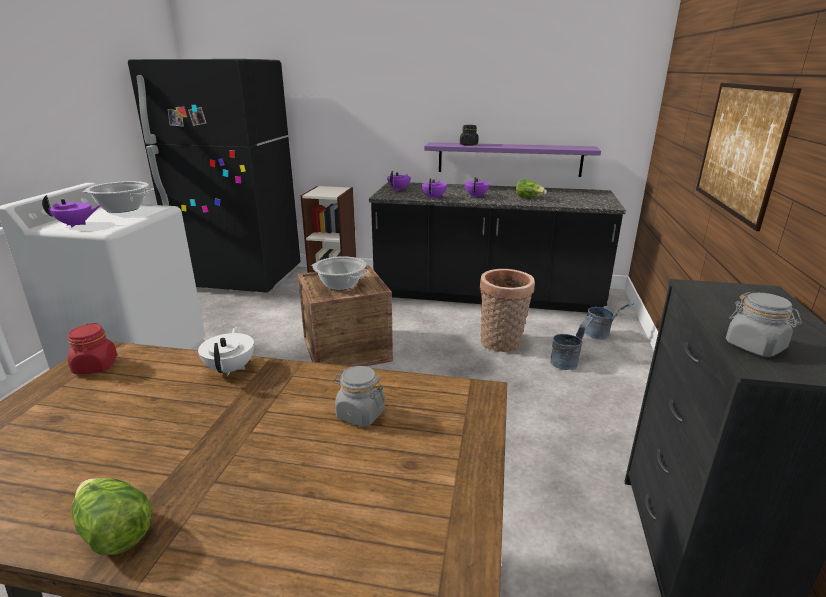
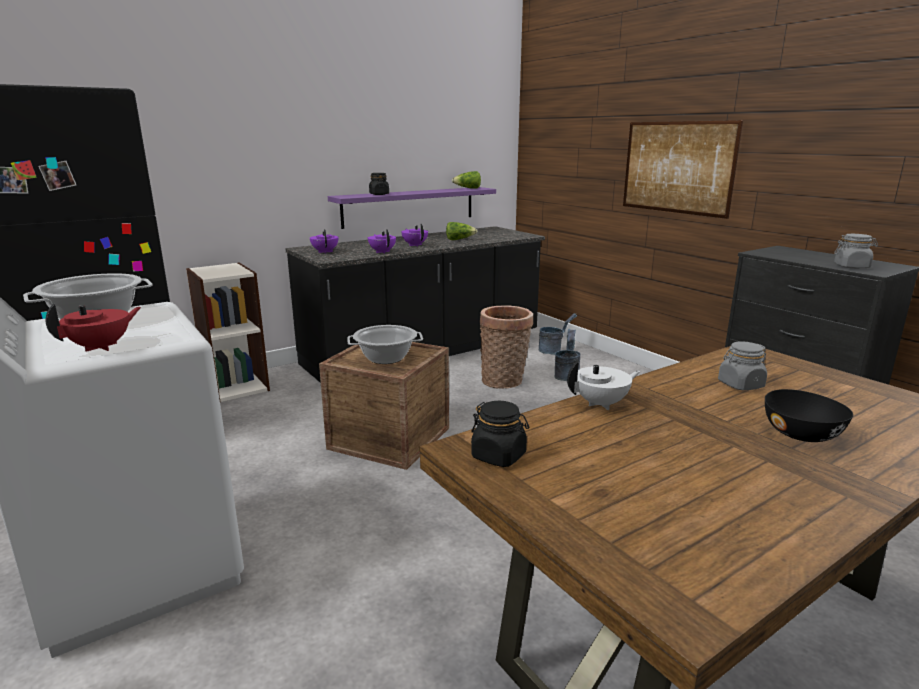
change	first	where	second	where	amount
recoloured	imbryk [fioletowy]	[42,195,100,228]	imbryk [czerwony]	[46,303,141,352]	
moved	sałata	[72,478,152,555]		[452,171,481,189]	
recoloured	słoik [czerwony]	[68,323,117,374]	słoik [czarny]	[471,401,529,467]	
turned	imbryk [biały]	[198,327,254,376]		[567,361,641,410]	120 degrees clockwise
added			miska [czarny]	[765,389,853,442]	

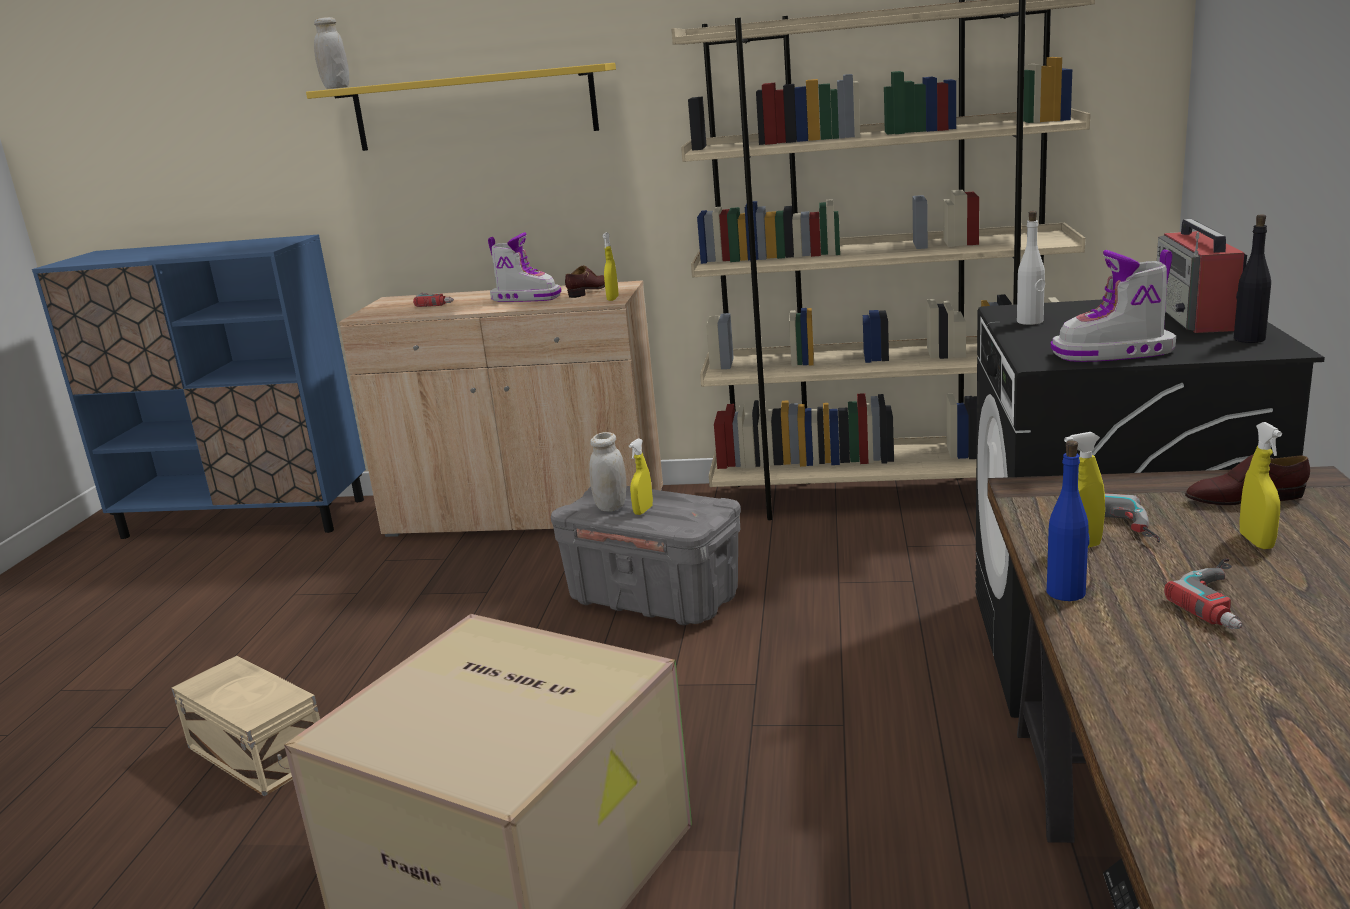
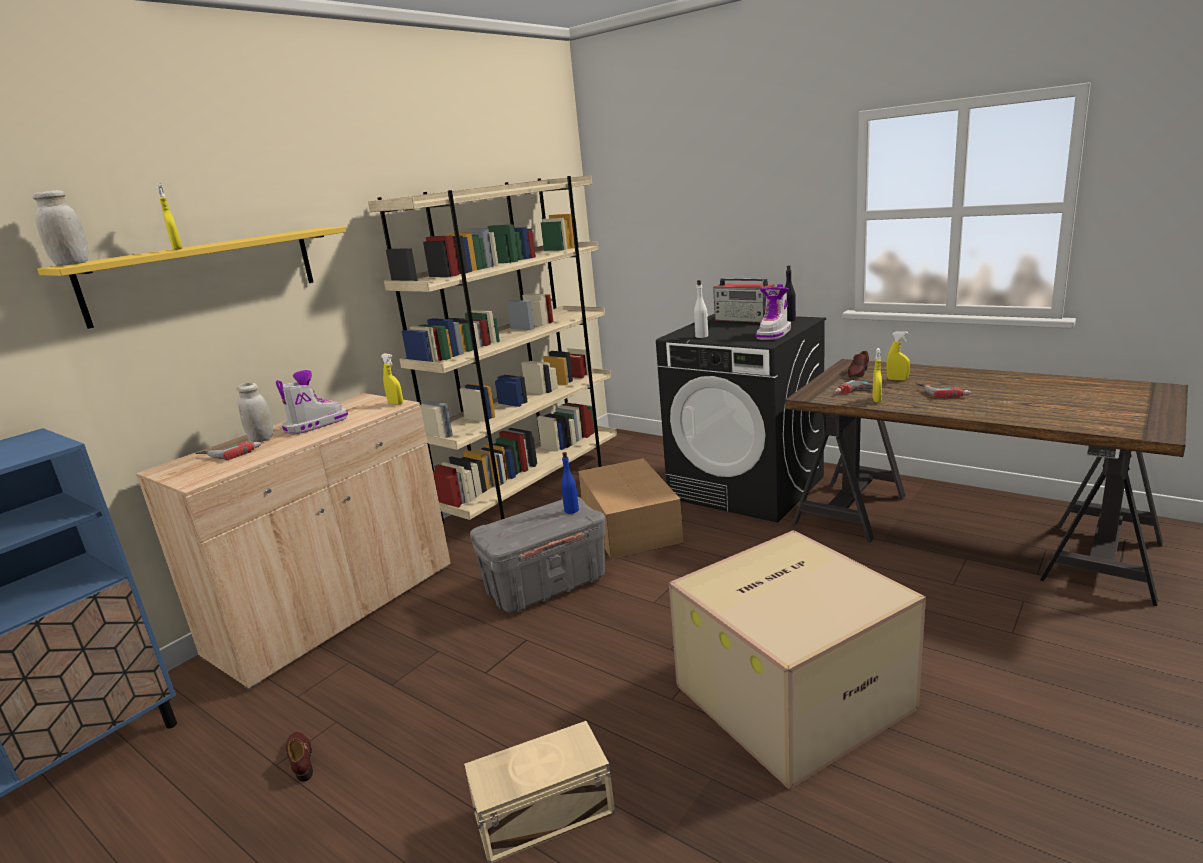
change	first	where	second	where	amount
moved	spryskiwacz [żółty]	[629,439,653,515]		[157,183,182,250]	
moved	słoik [biały]	[589,432,627,512]		[236,383,273,442]	
moved	but [brązowy]	[565,266,605,298]		[286,732,313,781]	
moved	butelka [niebieski]	[1047,440,1090,601]		[561,452,579,514]	
added			karton	[578,458,683,559]	

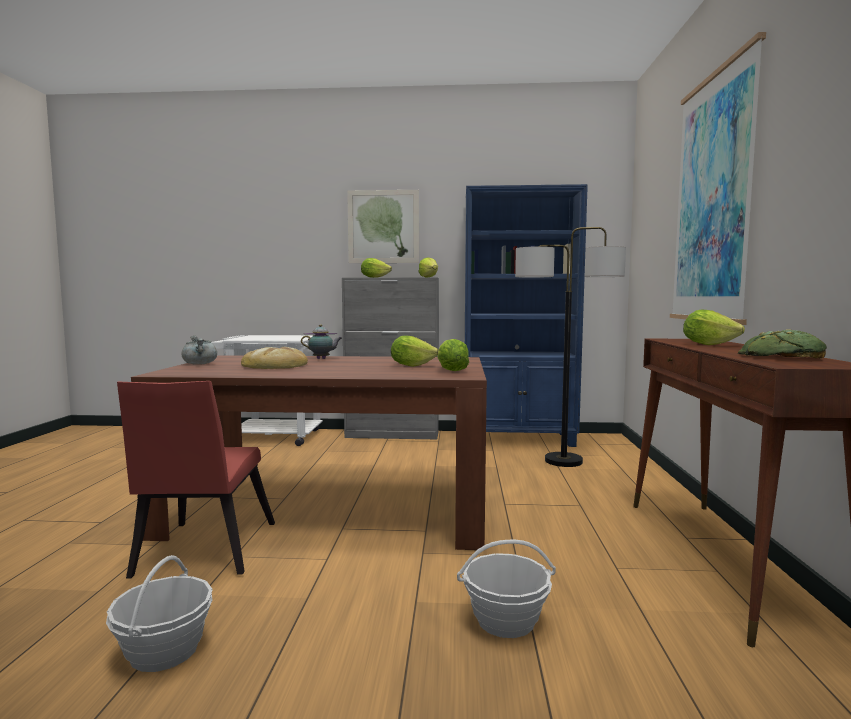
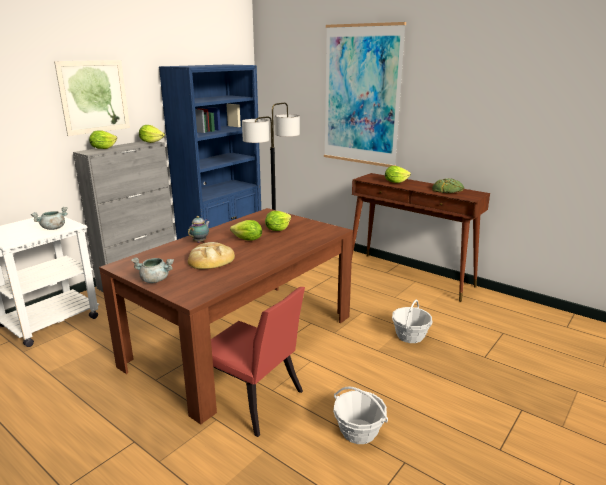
change	first	where	second	where	amount
added			garnek [szary]	[31,207,68,230]	
moved	sałata	[437,339,469,371]		[230,220,262,241]	

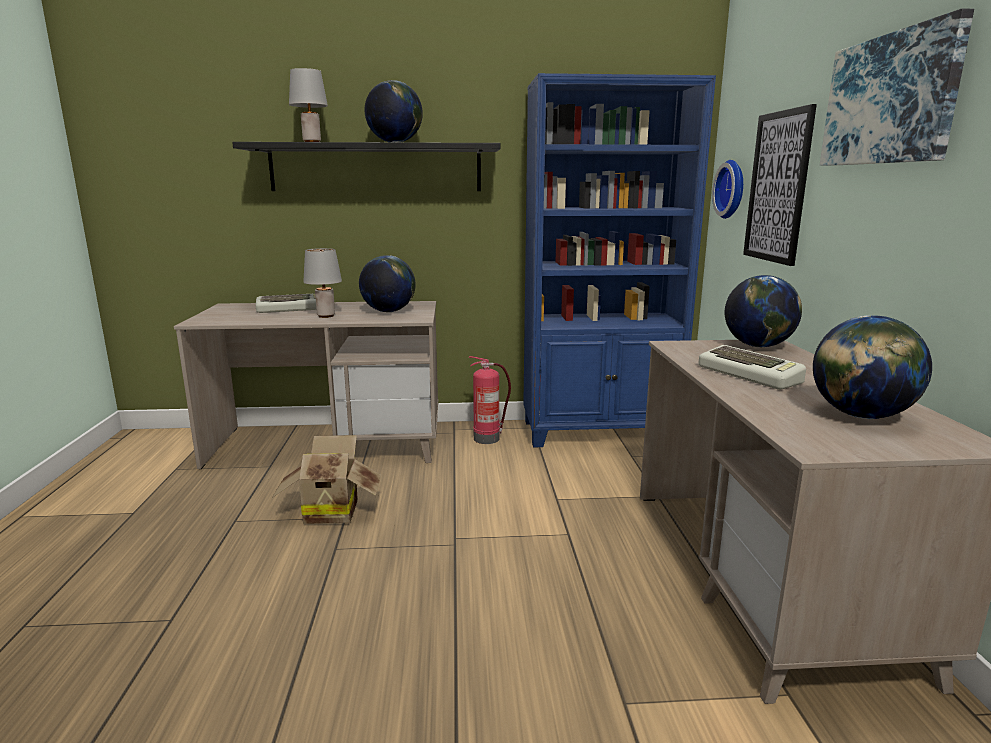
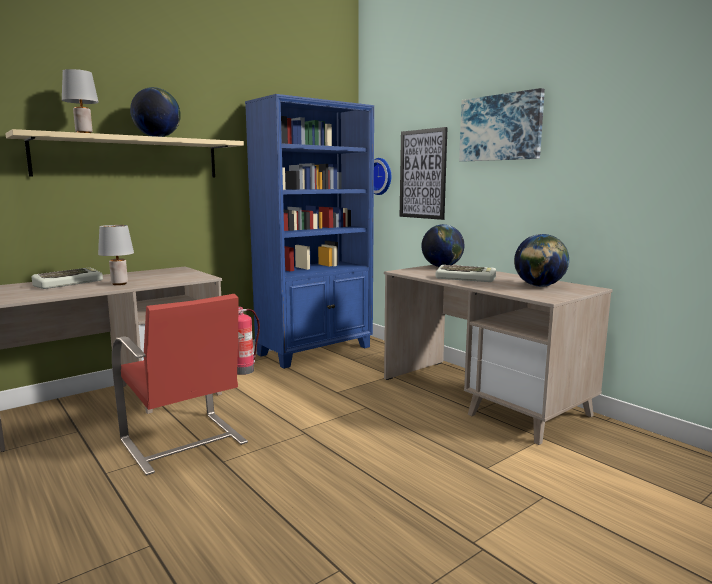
change	first	where	second	where	amount
recoloured	półka [czarny]	[232,142,501,191]	półka [beżowy]	[5,129,244,177]	
replaced	karton	[272,435,381,524]	krzesło [czerwony]	[112,294,248,475]	
removed	globus	[359,255,415,312]			

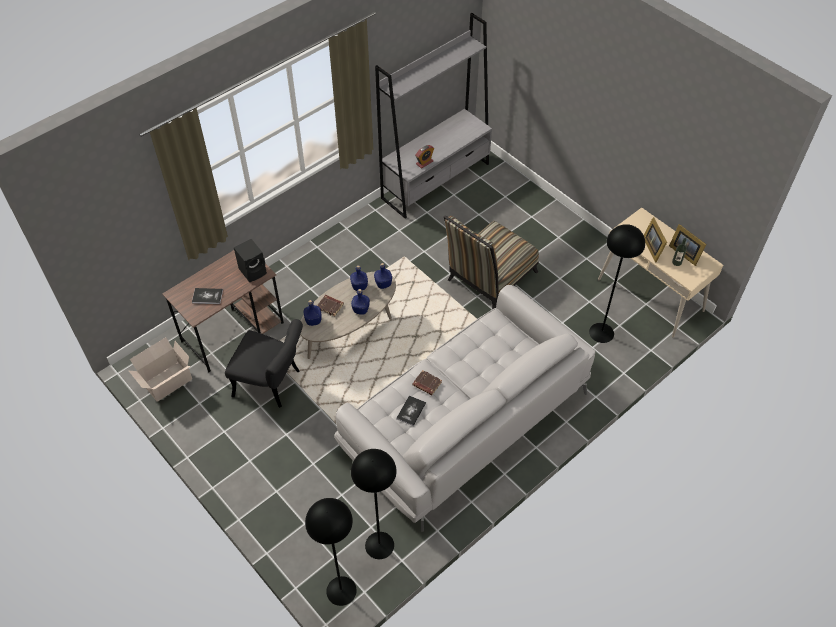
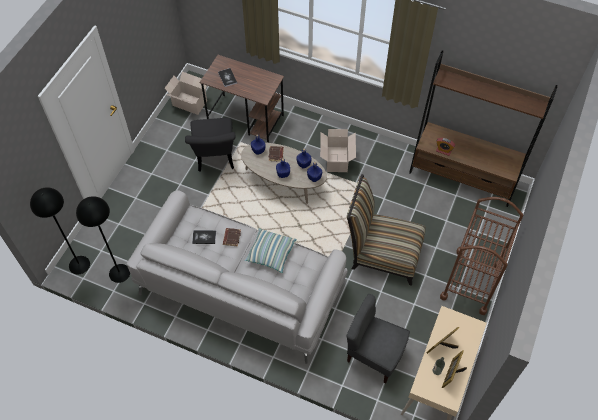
change	first	where	second	where	amount
added			poduszka	[245,228,297,273]	
added			karton	[320,129,356,172]	
replaced	lampa stojąca [czarny]	[589,224,645,343]	krzesło [szary]	[347,294,410,383]	
recoloured	regał [szary]	[375,13,492,219]	regał [brązowy]	[409,50,558,207]	
added			wózek [brązowy]	[440,197,523,315]	
removed	głośnik [czarny]	[234,239,267,282]			

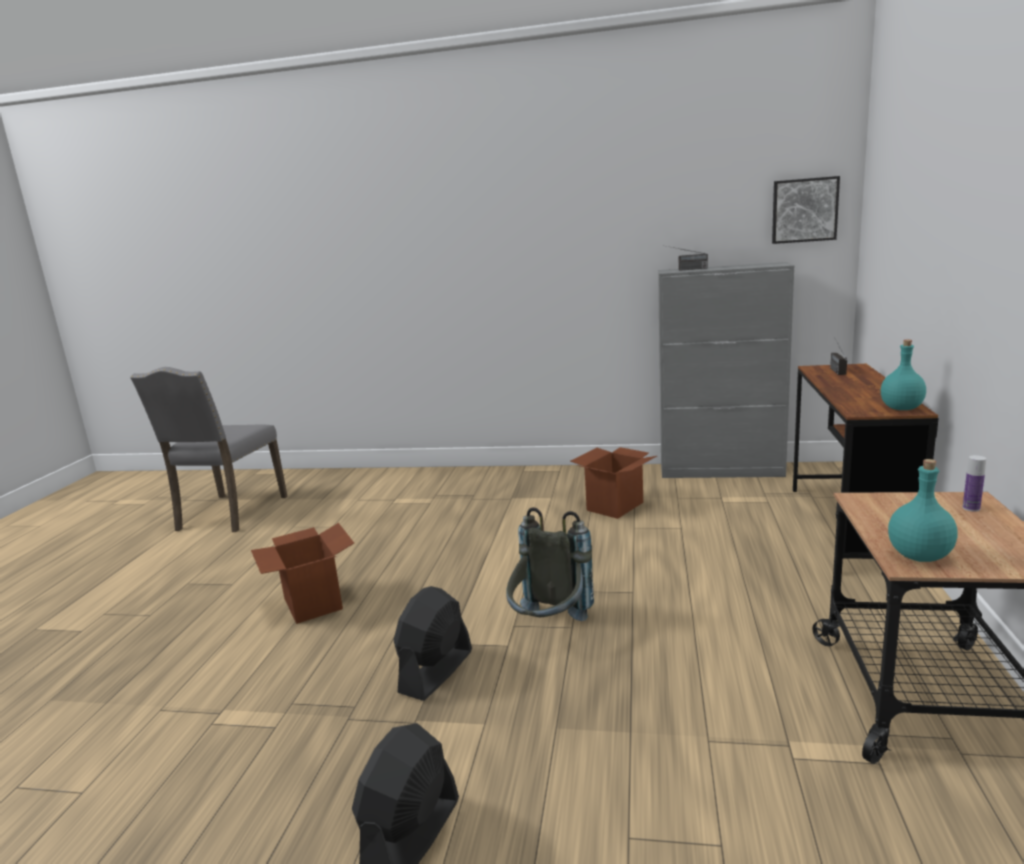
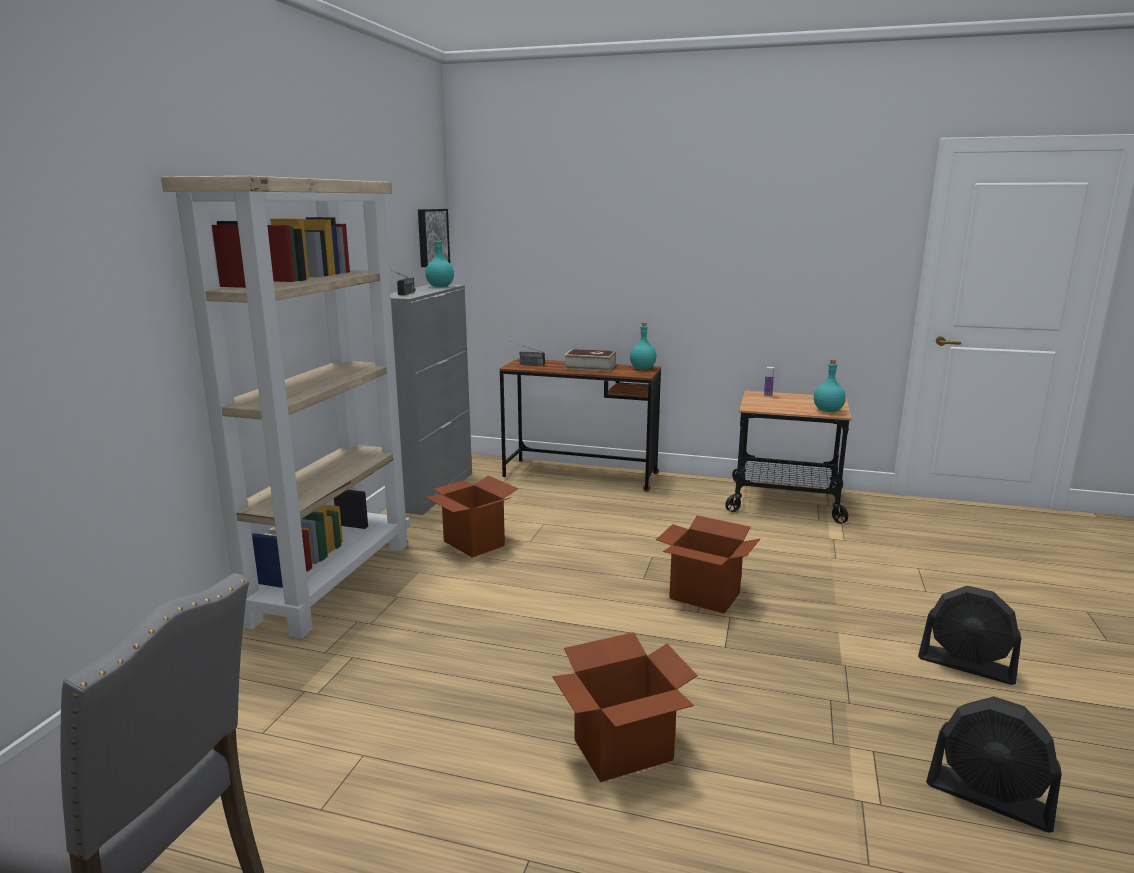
change	first	where	second	where	amount
added			regał [beżowy]	[161,176,410,639]	
added			butelka [turkusowy]	[425,237,454,287]	
added			książka	[564,349,616,372]	
replaced	plecak [szary]	[506,507,594,621]	karton	[656,515,760,614]	
moved	wentylator [czarny]	[394,586,472,701]		[926,697,1061,833]	

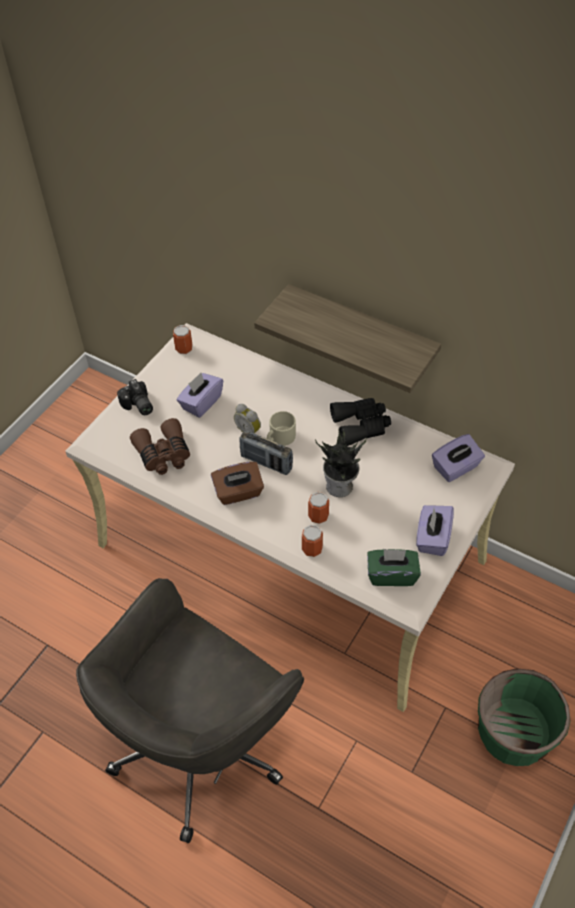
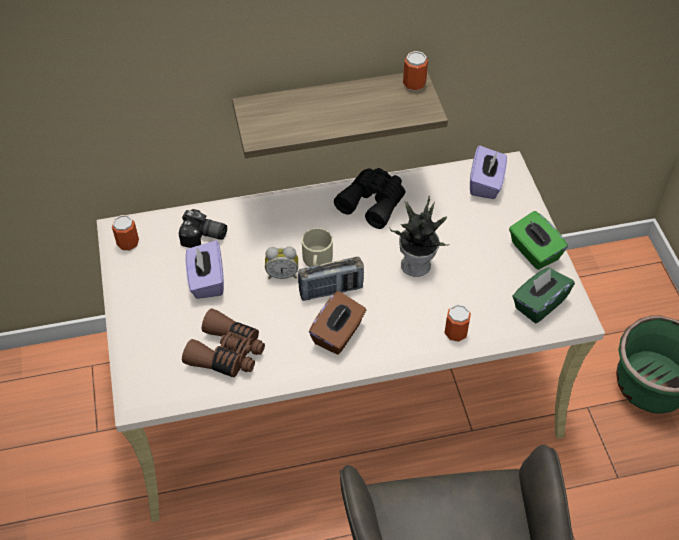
change	first	where	second	where	amount
moved	aparat fotograficzny	[117,379,153,415]		[179,209,227,248]	
moved	puszka	[308,492,329,524]		[403,51,428,91]	
recoloured	pudełko chusteczek [fioletowy]	[416,505,454,556]	pudełko chusteczek [zielony]	[509,211,568,270]	

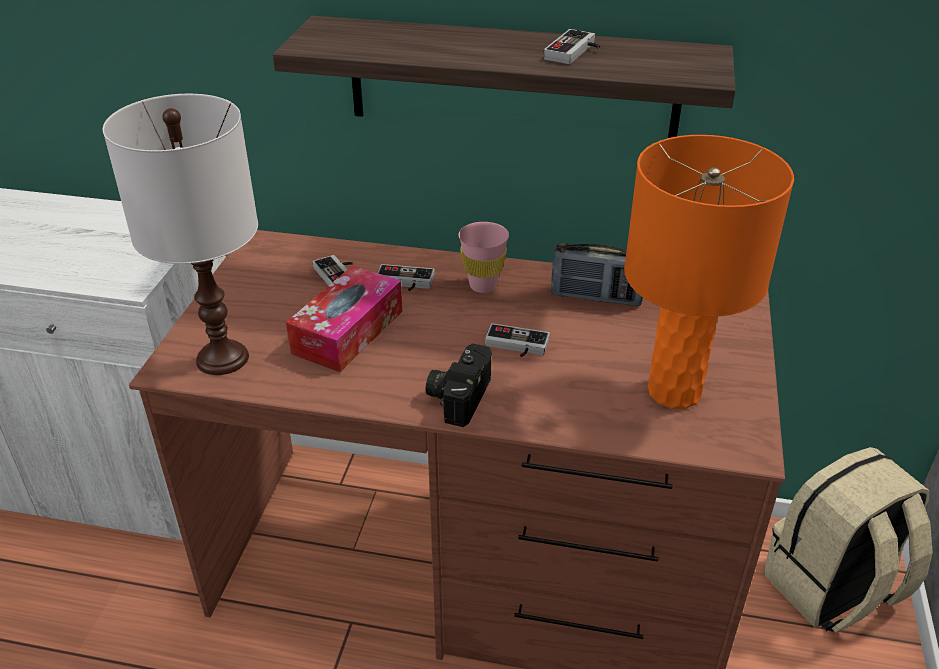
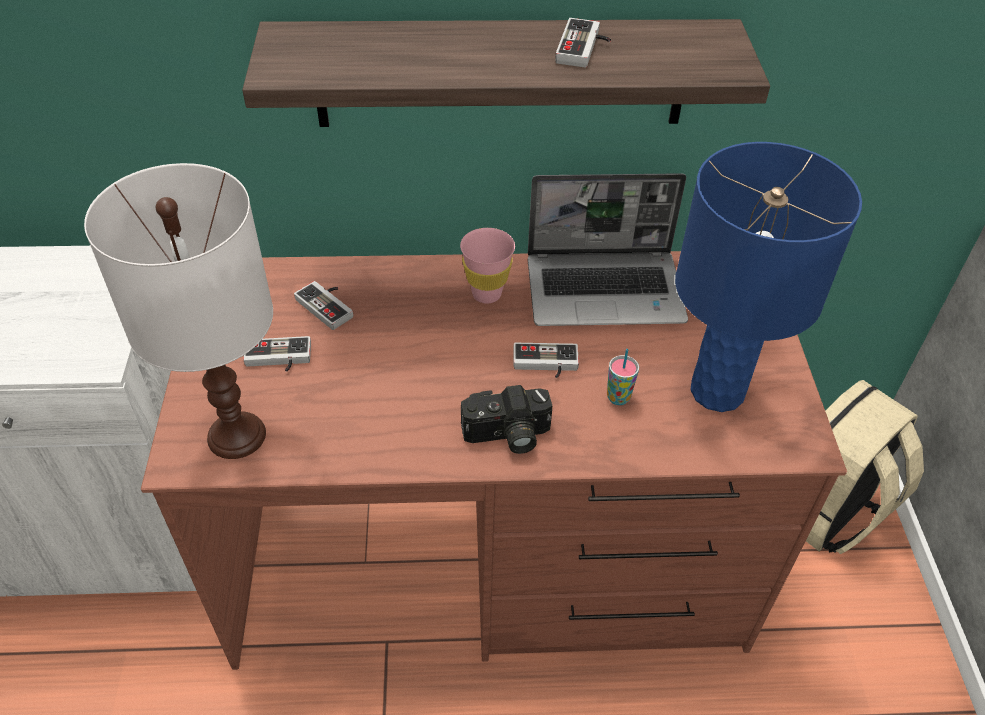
change	first	where	second	where	amount
moved	pad do gier	[377,264,435,291]		[243,336,311,372]	
turned	aparat fotograficzny	[426,343,492,427]		[461,385,552,454]	105 degrees counterclockwise
replaced	radio	[551,243,643,306]	laptop	[528,173,688,326]	
added			filiżanka	[607,349,639,405]	
recoloured	lampa stołowa [pomarańczowy]	[624,135,794,409]	lampa stołowa [niebieski]	[675,142,862,412]	
removed	pudełko chusteczek	[286,265,402,372]			

